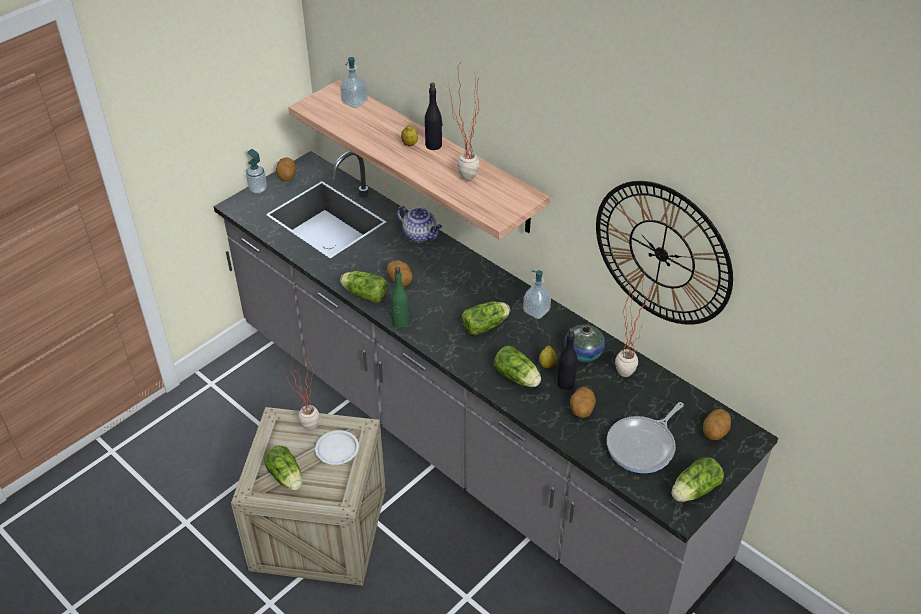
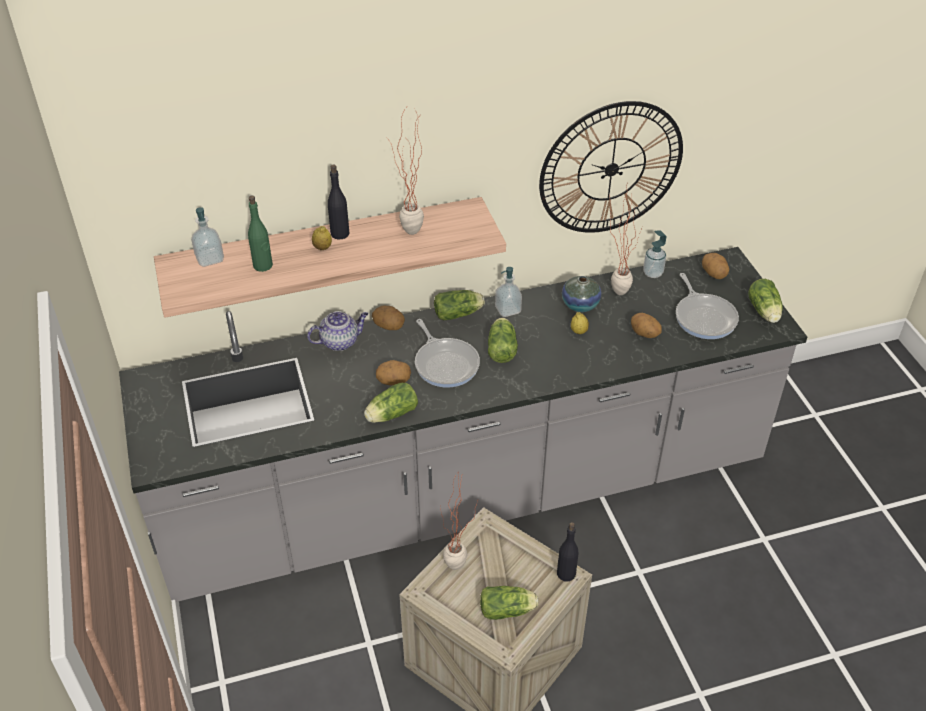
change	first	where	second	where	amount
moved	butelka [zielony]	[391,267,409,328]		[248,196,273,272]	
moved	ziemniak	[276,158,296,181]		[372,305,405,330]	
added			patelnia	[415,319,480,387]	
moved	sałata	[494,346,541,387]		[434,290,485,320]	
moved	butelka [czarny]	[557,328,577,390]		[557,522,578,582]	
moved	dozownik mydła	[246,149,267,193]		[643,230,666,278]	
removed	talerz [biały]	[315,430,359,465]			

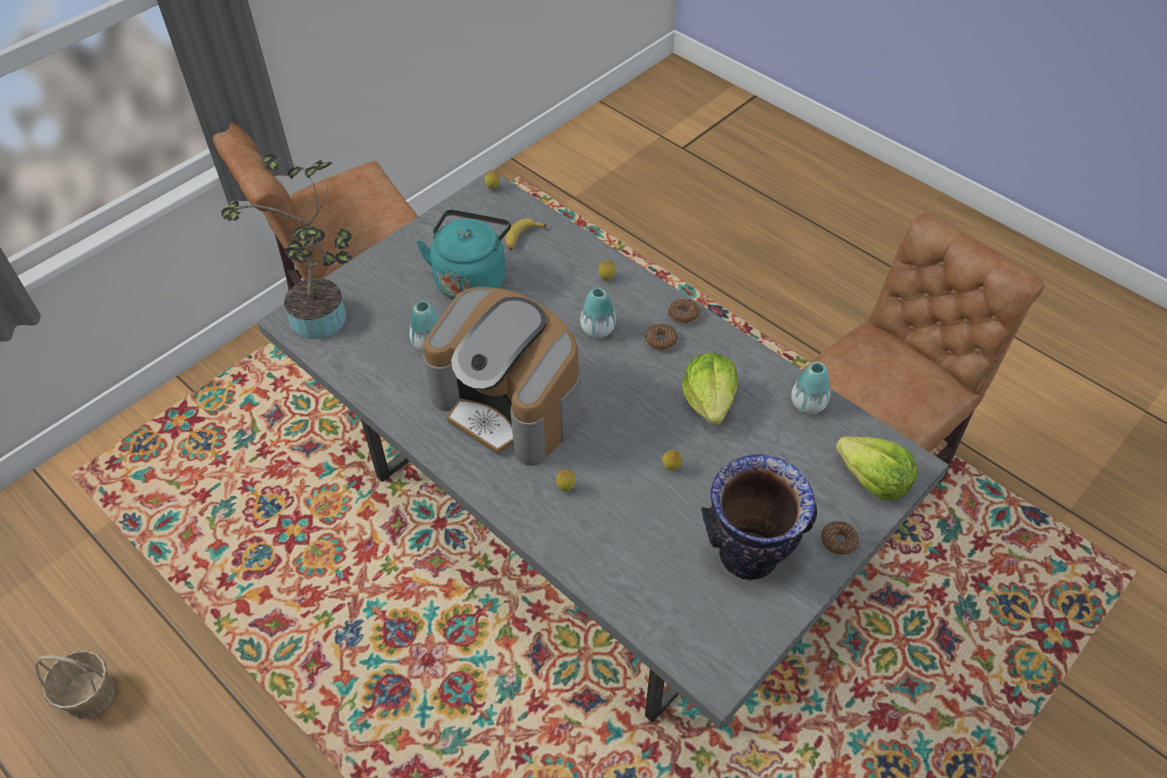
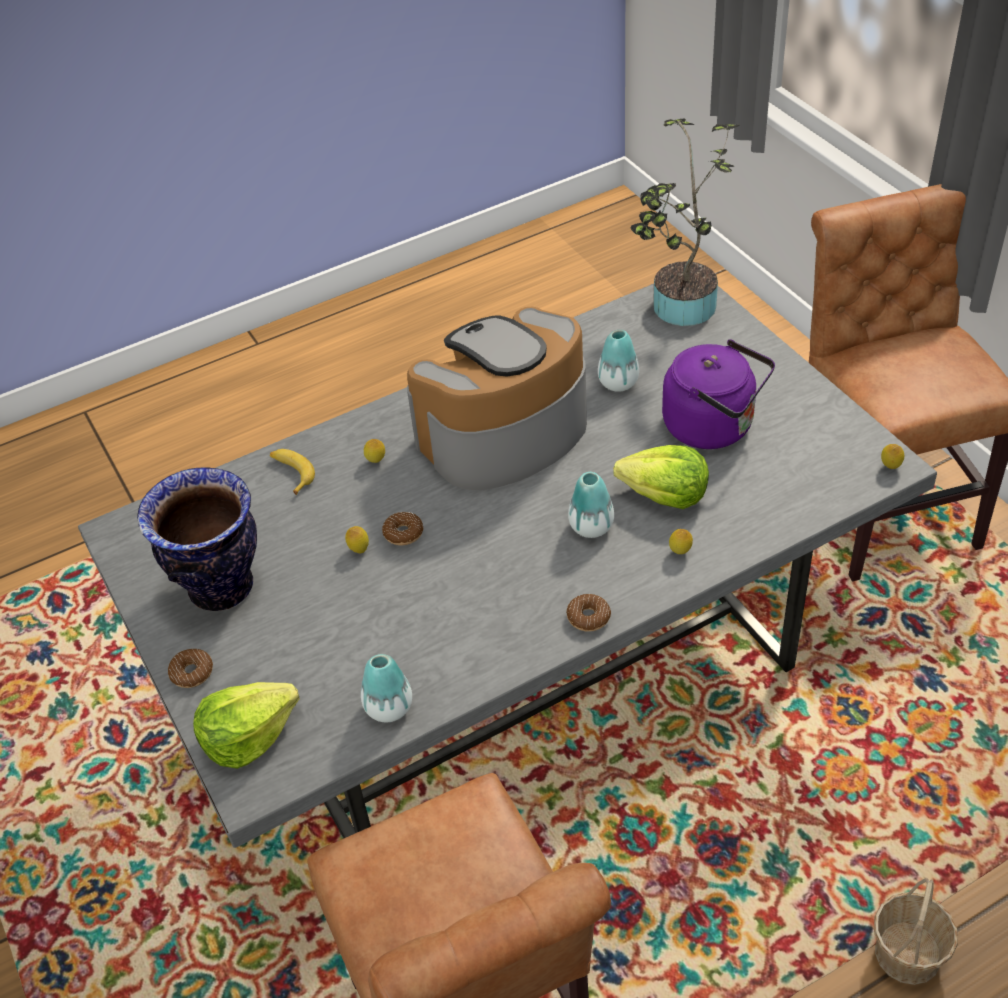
change	first	where	second	where	amount
moved	banan	[505,218,547,250]		[270,449,315,495]	
moved	donut	[645,323,678,351]		[382,512,423,546]	
moved	sałata	[682,353,738,425]		[613,445,709,509]	
recoloured	czajnik [turkusowy]	[416,210,511,300]	czajnik [fioletowy]	[662,339,775,449]	
moved	koszyk	[35,650,115,719]		[874,878,958,985]	

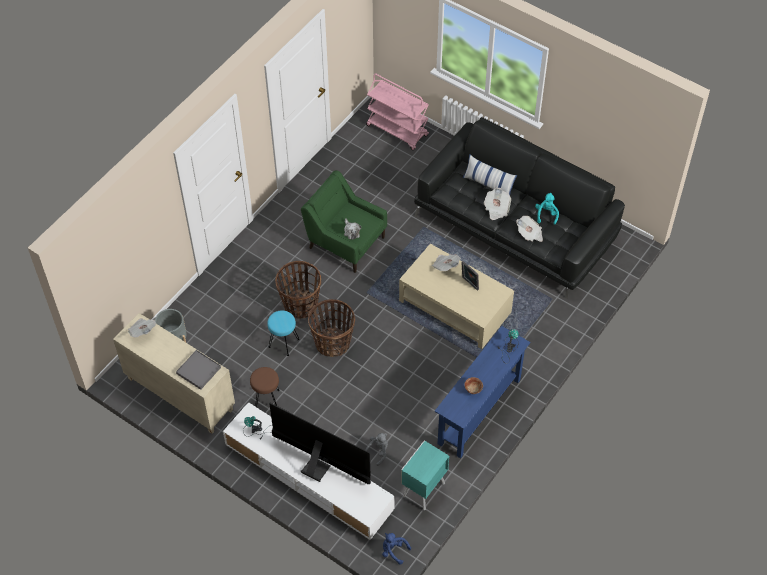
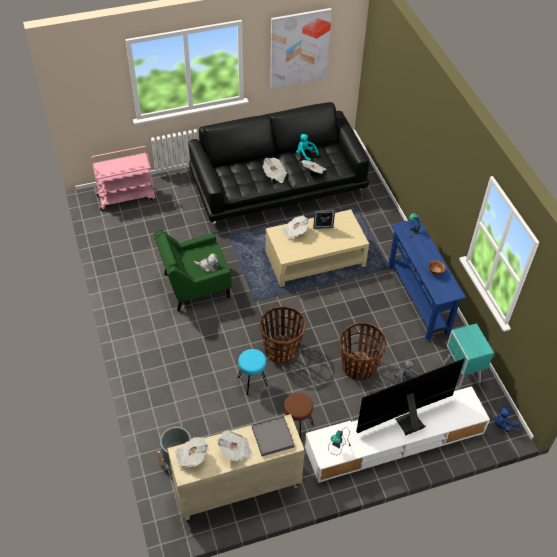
change	first	where	second	where	amount
added			gazeta	[217,430,253,462]	
added			obraz	[270,8,332,89]	
moved	koszyk	[275,261,321,319]		[340,322,387,380]	
removed	poduszka	[462,155,517,195]			

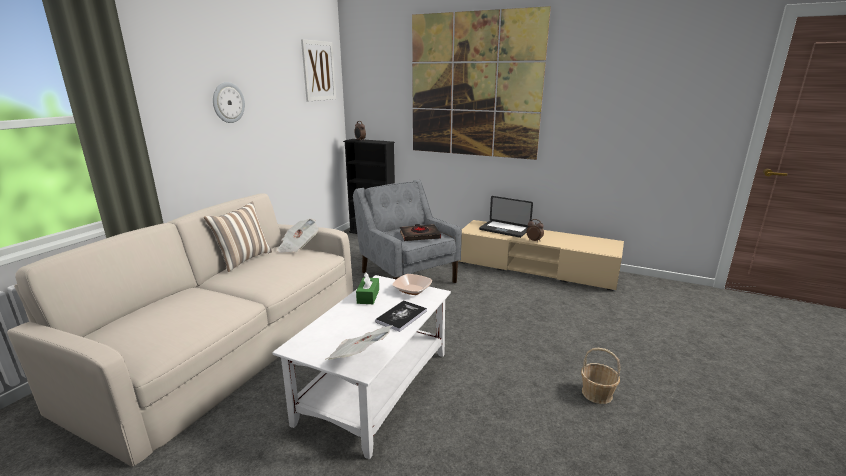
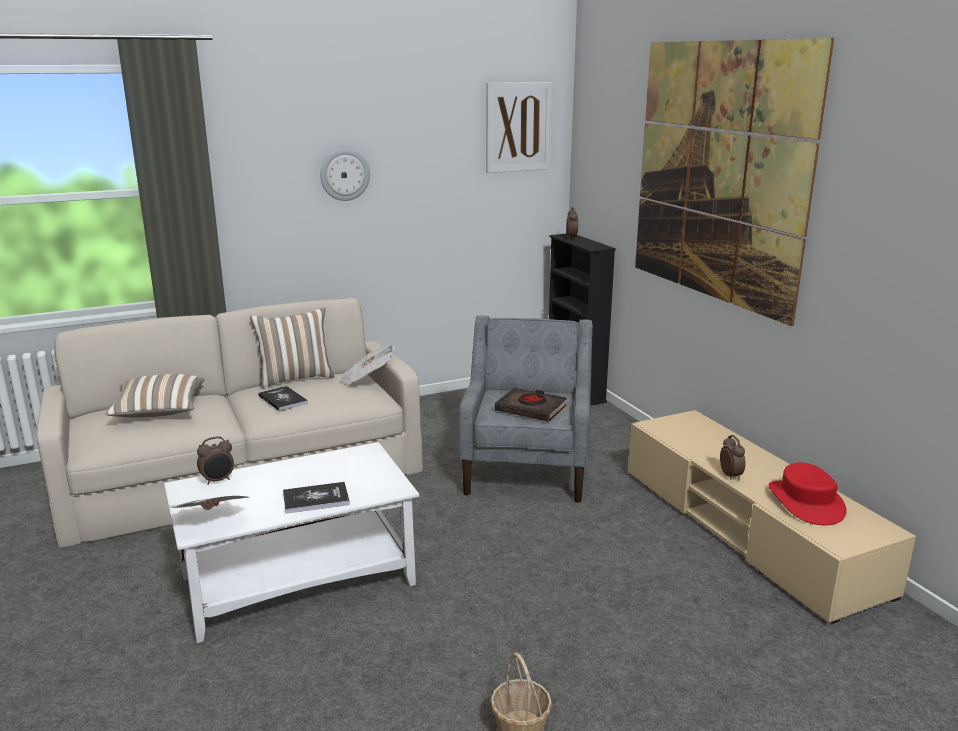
change	first	where	second	where	amount
added			poduszka	[106,374,205,417]	
added			budzik	[197,436,234,485]	
added			książka	[258,386,308,411]	
added			kapelusz [czerwony]	[768,463,847,525]	
removed	pudełko chusteczek [zielony]	[356,272,379,304]			
removed	miska	[392,274,432,295]			
removed	laptop	[479,196,533,238]			

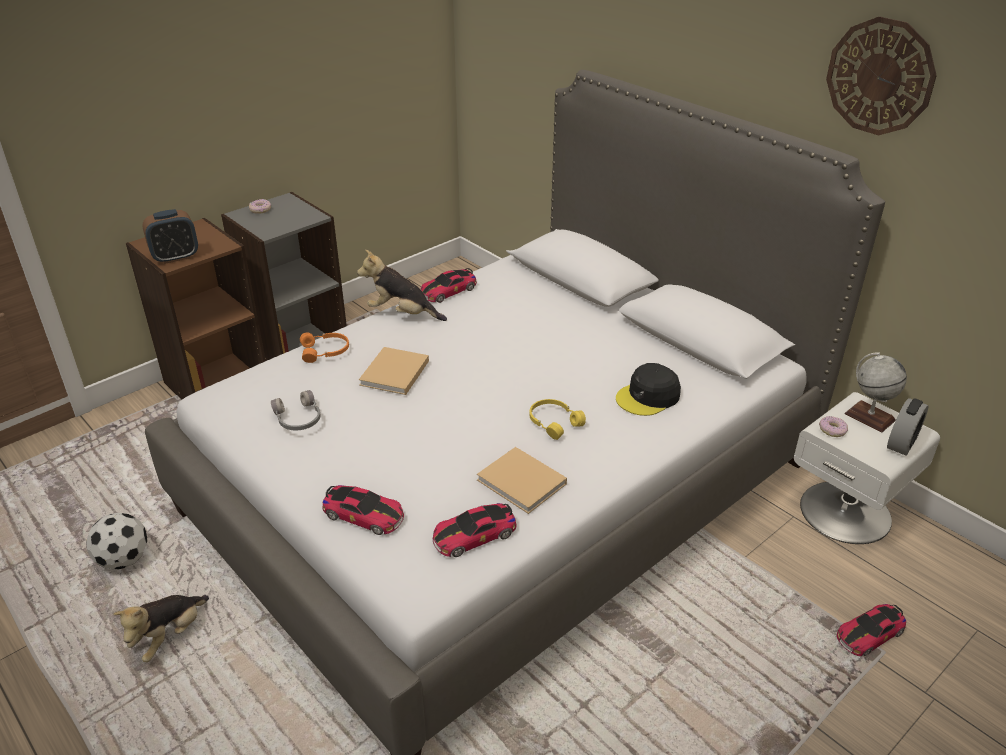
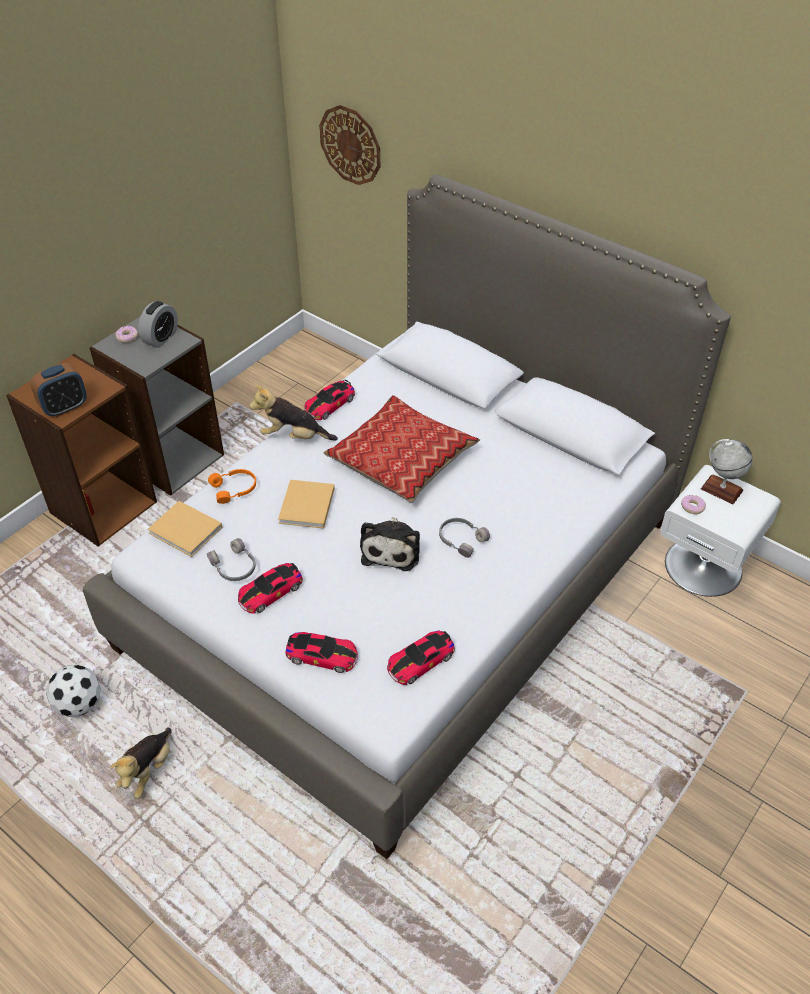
change	first	where	second	where	amount
moved	budzik	[887,398,928,456]		[138,301,178,348]	
moved	książka [beżowy]	[477,447,567,514]		[148,501,222,557]	
moved	samochodzik	[837,604,906,656]		[238,563,303,614]	
moved	zegar ścienny	[826,16,937,135]		[319,105,380,185]	
added			poduszka	[324,395,480,503]	
added			pluszak	[360,517,420,571]	
recoloured	słuchawki [żółty]	[529,399,586,440]	słuchawki [szary]	[439,518,490,558]	
removed	czapka z daszkiem [czarny]	[616,363,681,416]			

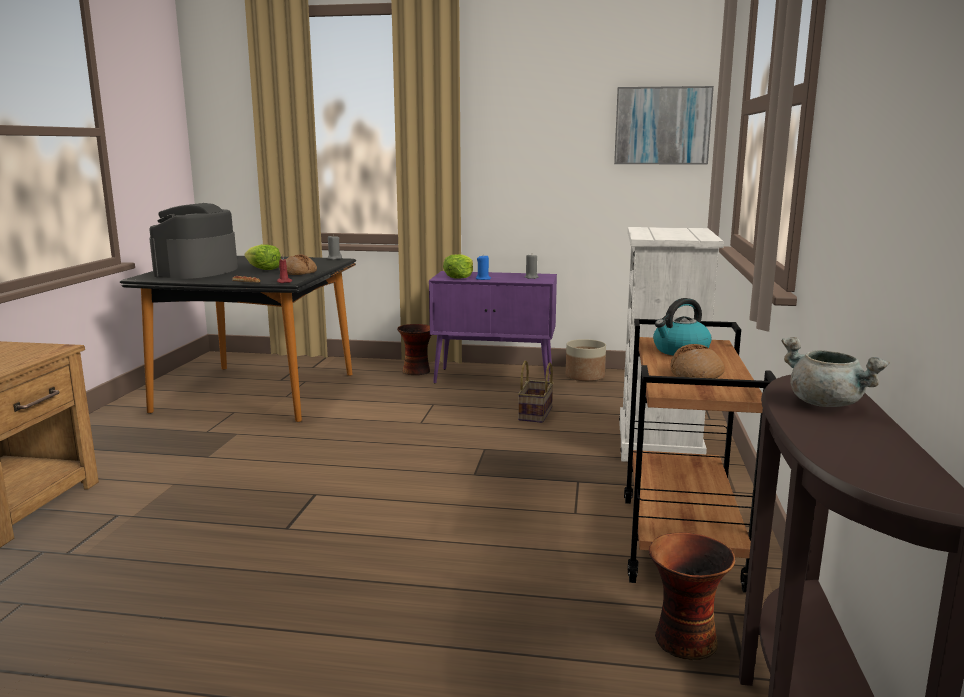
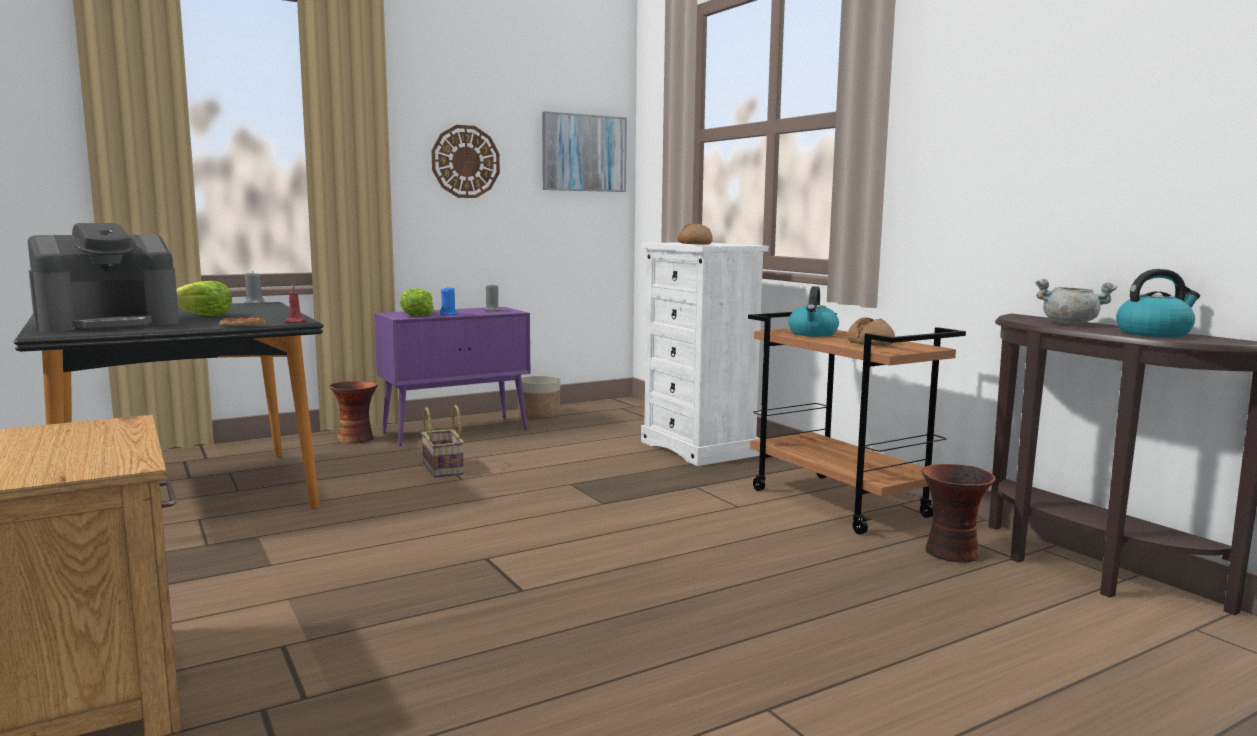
change	first	where	second	where	amount
turned	ekspres do kawy	[149,203,238,279]		[28,223,179,332]	105 degrees counterclockwise
moved	koszyk	[518,361,554,423]		[421,405,464,478]	
added			zegar ścienny	[432,125,500,198]	
moved	chleb	[279,254,317,275]		[677,223,713,245]	
added			czajnik	[1116,269,1200,337]	

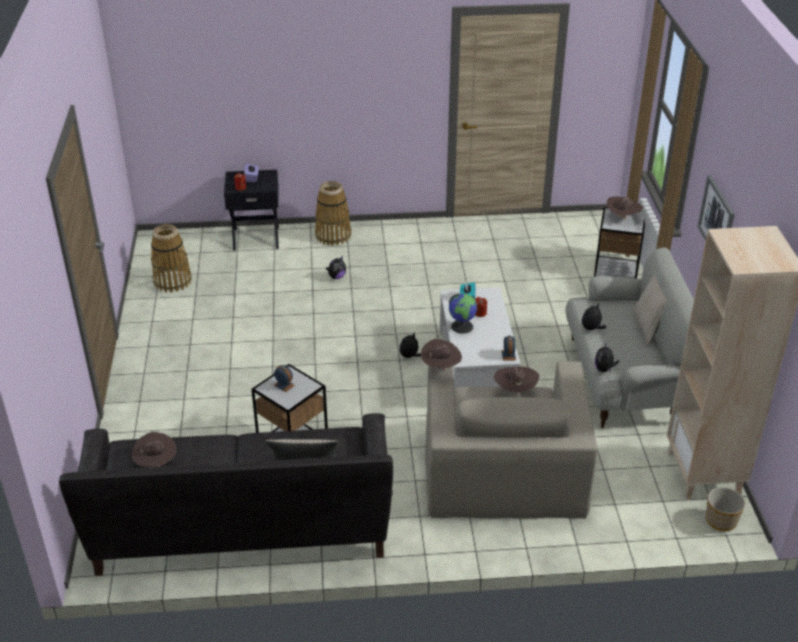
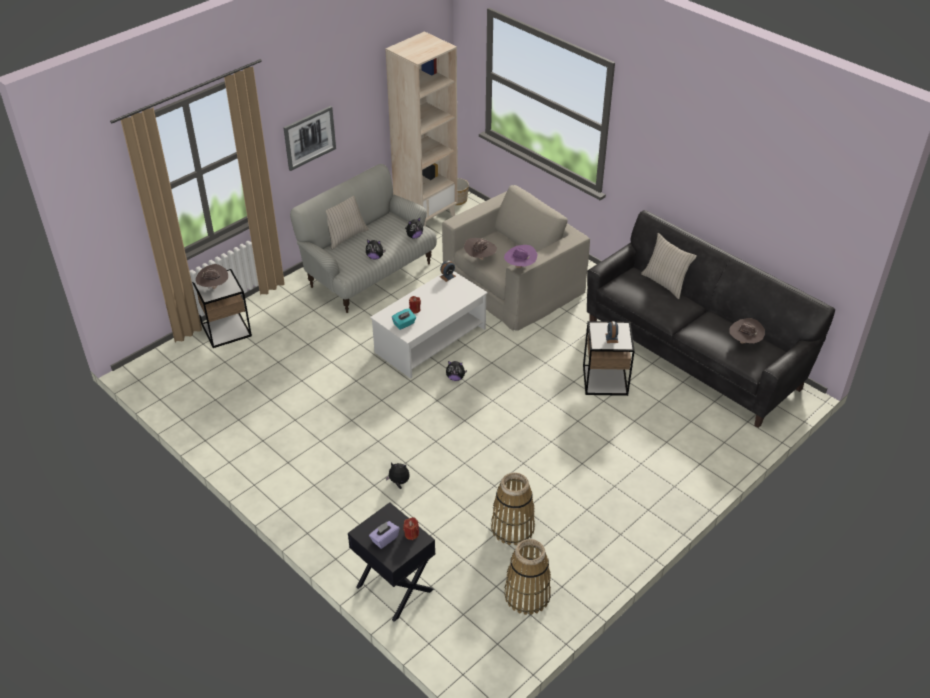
change	first	where	second	where	amount
moved	koszyk	[315,181,351,246]		[491,472,535,545]	
recoloured	kapelusz [brązowy]	[421,339,462,371]	kapelusz [fioletowy]	[504,245,538,268]	
removed	globus	[449,294,477,334]			

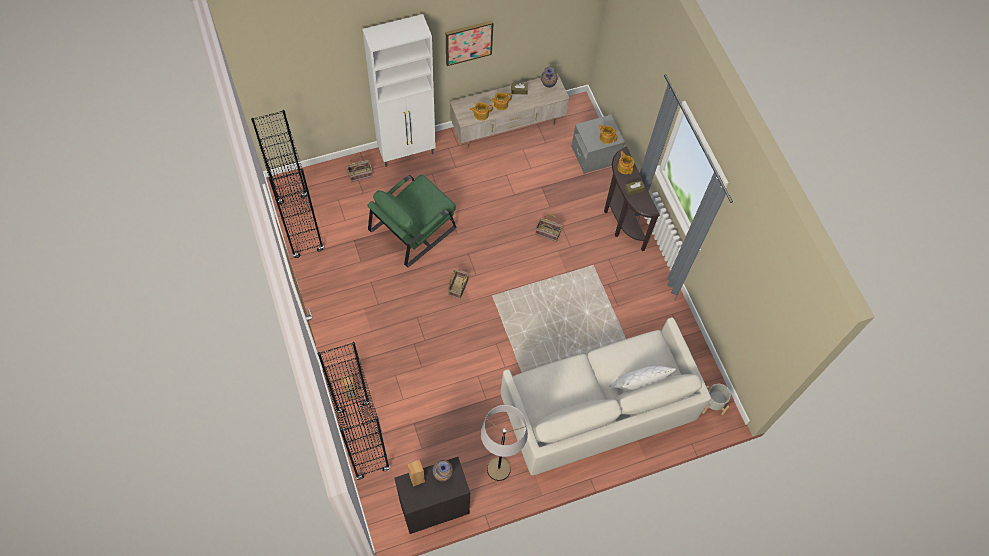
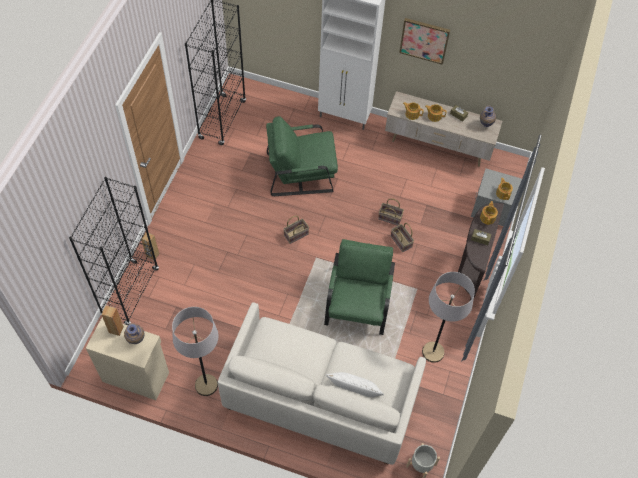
change	first	where	second	where	amount
recoloured	szafka [czarny]	[395,457,470,534]	szafka [beżowy]	[86,317,169,400]	
added			fotel [zielony]	[324,239,395,335]	
moved	koszyk	[347,155,373,182]		[378,198,404,225]	
added			lampa stojąca [szary]	[422,272,475,363]	

